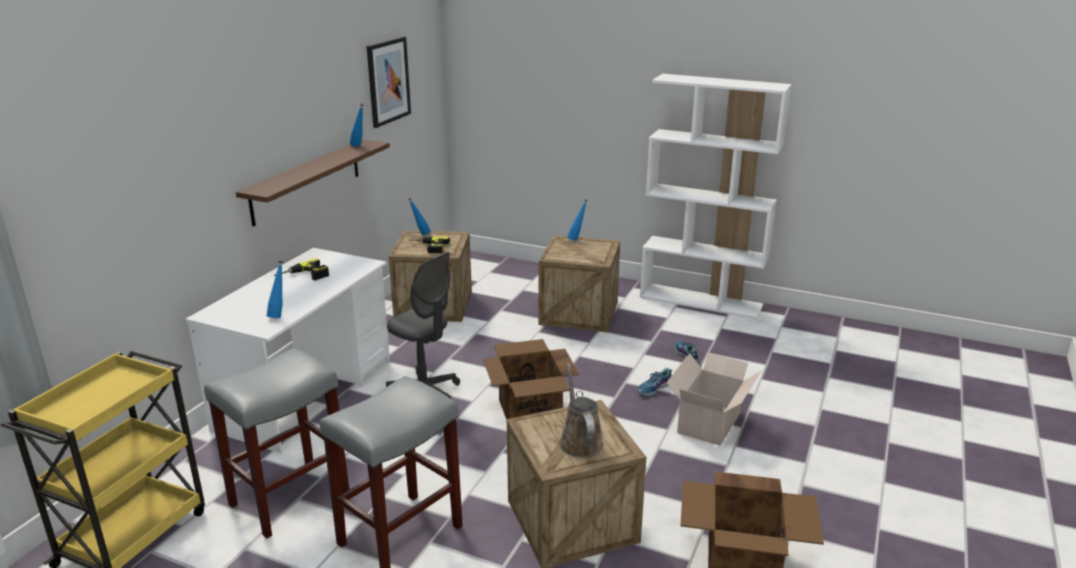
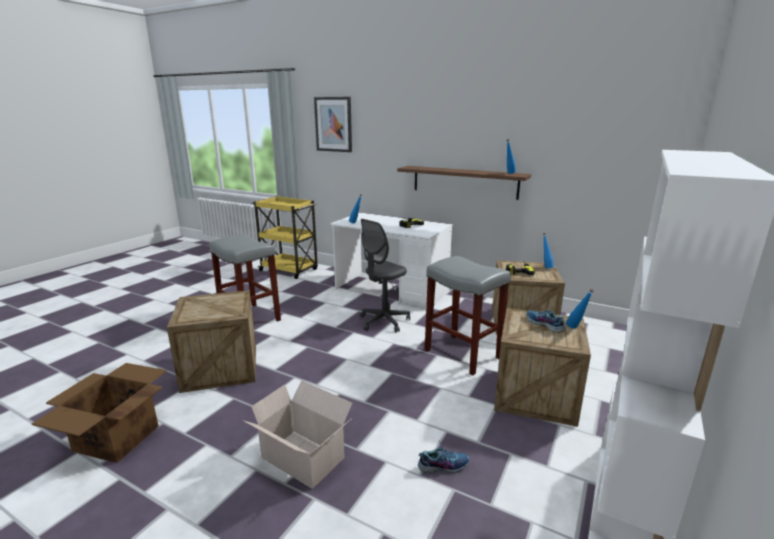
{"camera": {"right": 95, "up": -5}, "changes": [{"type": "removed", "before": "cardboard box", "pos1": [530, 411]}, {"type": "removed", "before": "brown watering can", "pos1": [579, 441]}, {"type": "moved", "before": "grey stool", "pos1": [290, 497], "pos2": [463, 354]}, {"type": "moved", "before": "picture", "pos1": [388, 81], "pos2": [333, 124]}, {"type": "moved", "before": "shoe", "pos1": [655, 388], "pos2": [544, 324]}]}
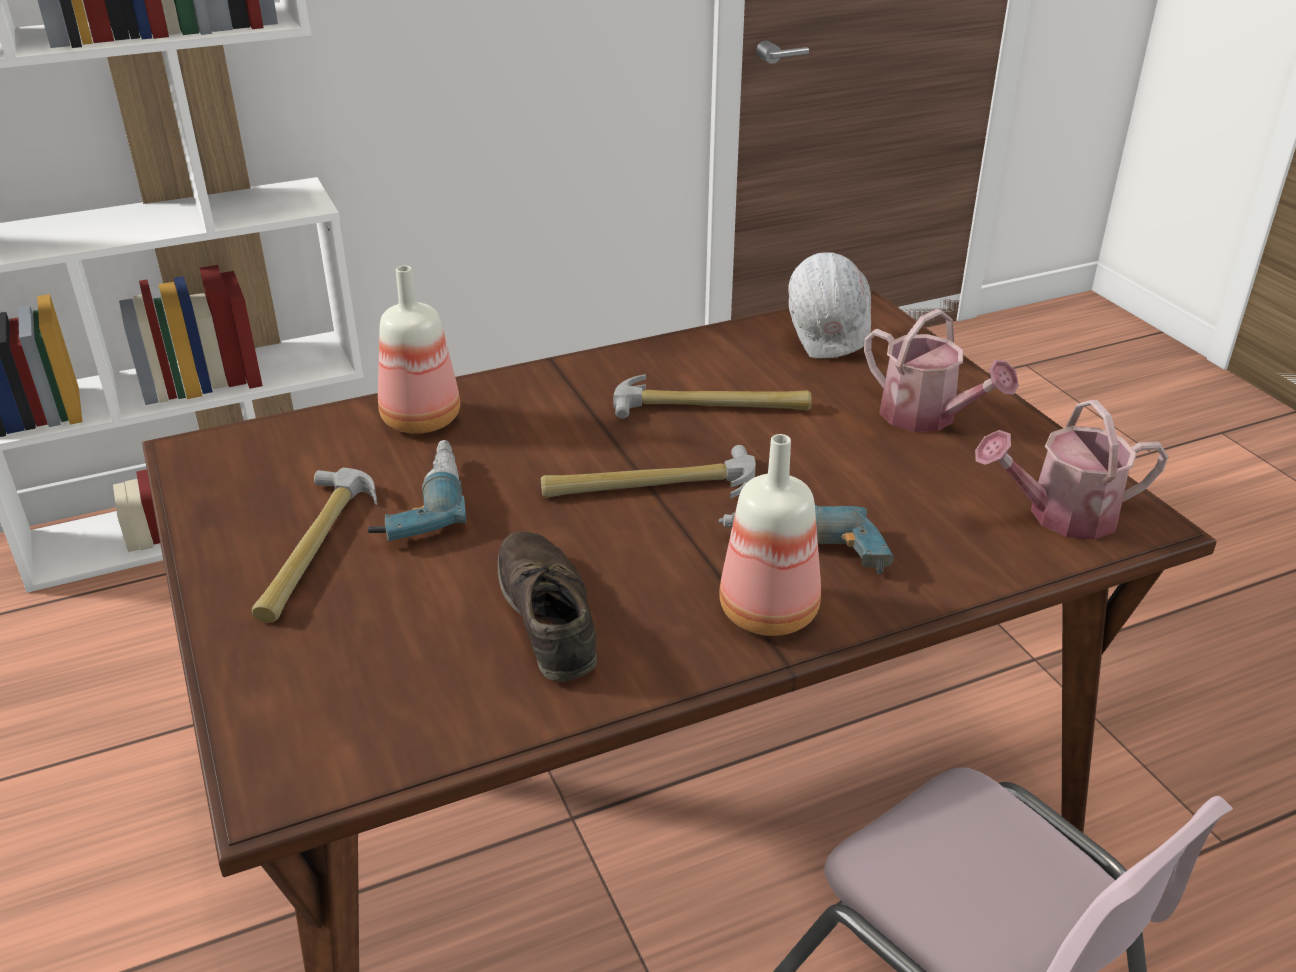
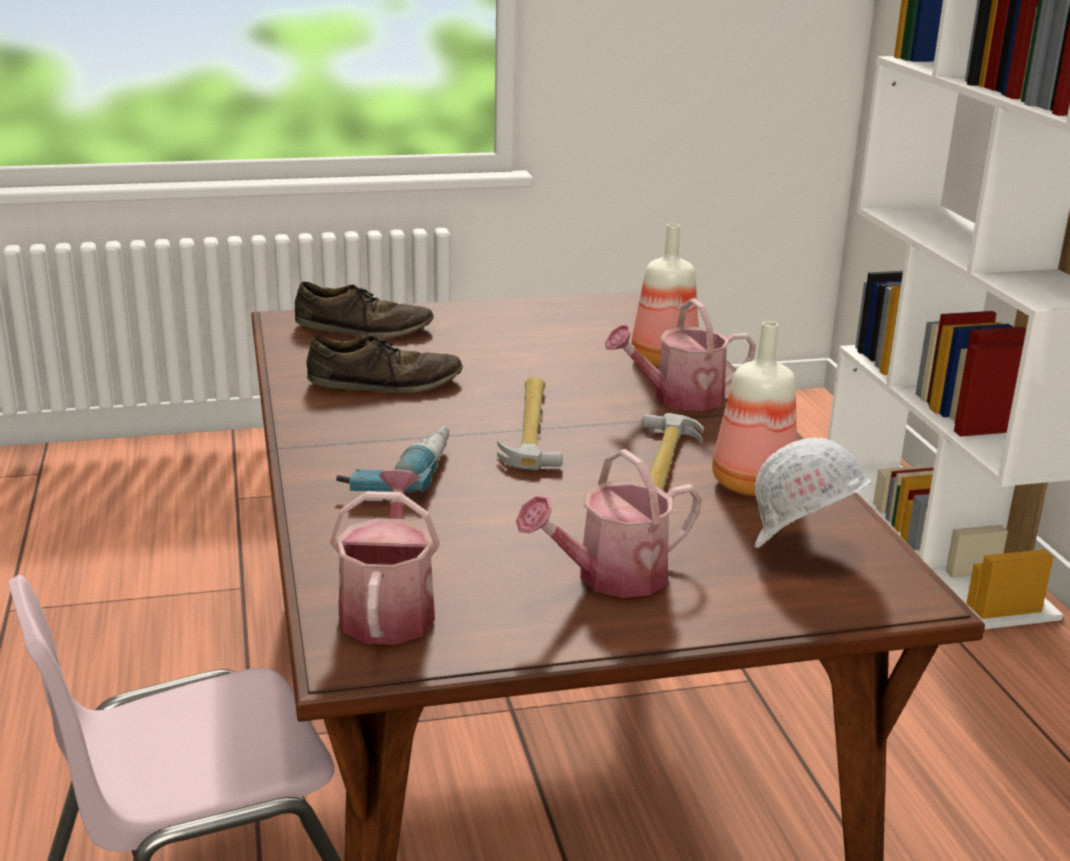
{"camera": {"right": 100, "up": -10}, "changes": [{"type": "removed", "before": "hammer", "pos1": [313, 548]}, {"type": "removed", "before": "power drill", "pos1": [418, 502]}, {"type": "added", "after": "brown shoe", "pos2": [364, 328]}, {"type": "added", "after": "watering can", "pos2": [679, 398]}, {"type": "moved", "before": "bottle", "pos1": [771, 613], "pos2": [750, 485]}]}
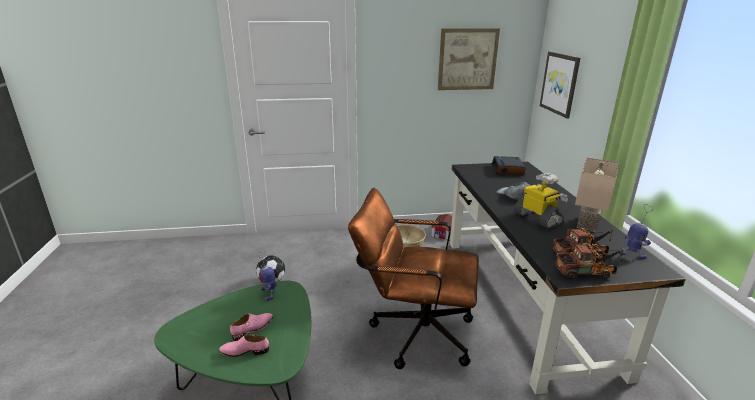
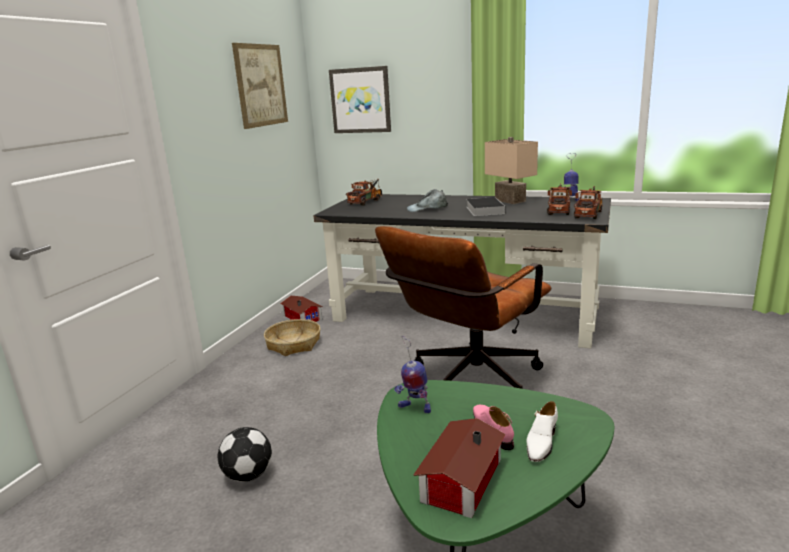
{"camera": {"right": -60, "up": -5}, "changes": [{"type": "added", "after": "toy house", "pos2": [458, 481]}, {"type": "replaced", "before": "alarm clock", "after": "toy truck", "pos1": [507, 170], "pos2": [367, 201]}, {"type": "replaced", "before": "toy robot", "after": "book", "pos1": [538, 218], "pos2": [484, 210]}, {"type": "recoloured", "before": "pink shoe", "after": "white shoe", "pos1": [244, 351], "pos2": [541, 442]}]}
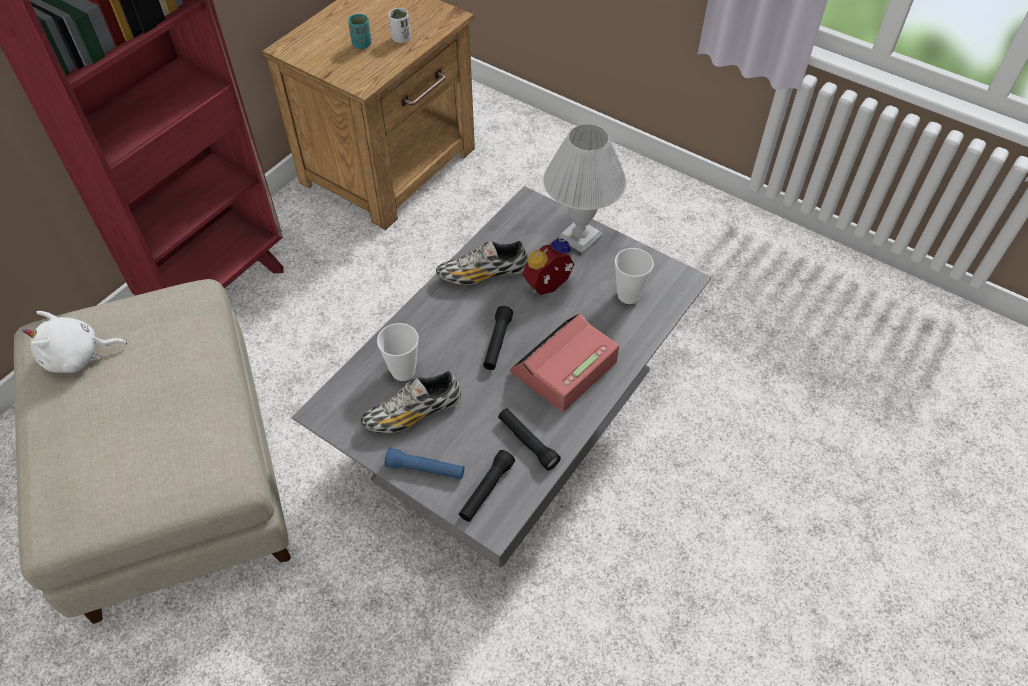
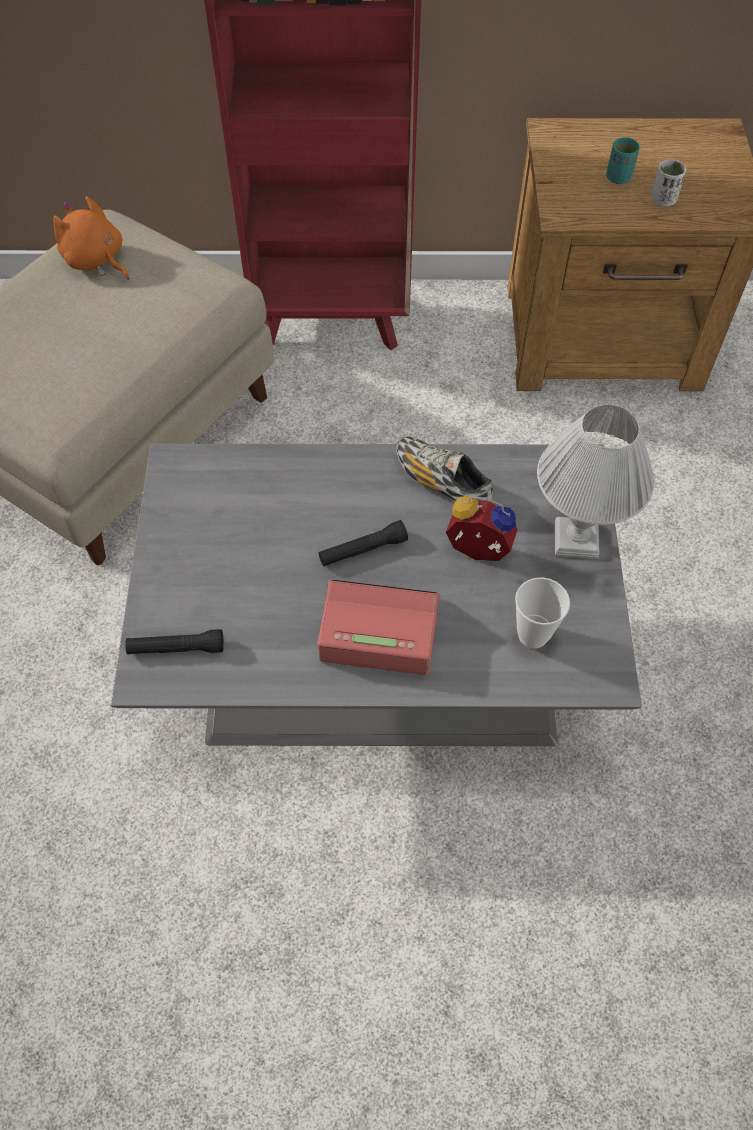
{"camera": {"right": 55, "up": 5}, "changes": [{"type": "removed", "before": "shoe", "pos1": [413, 414]}, {"type": "removed", "before": "cup", "pos1": [403, 371]}, {"type": "removed", "before": "blue flashlight", "pos1": [425, 469]}, {"type": "removed", "before": "black flashlight", "pos1": [527, 442]}, {"type": "recoloured", "before": "white plush toy", "after": "orange plush toy", "pos1": [78, 356], "pos2": [96, 260]}]}
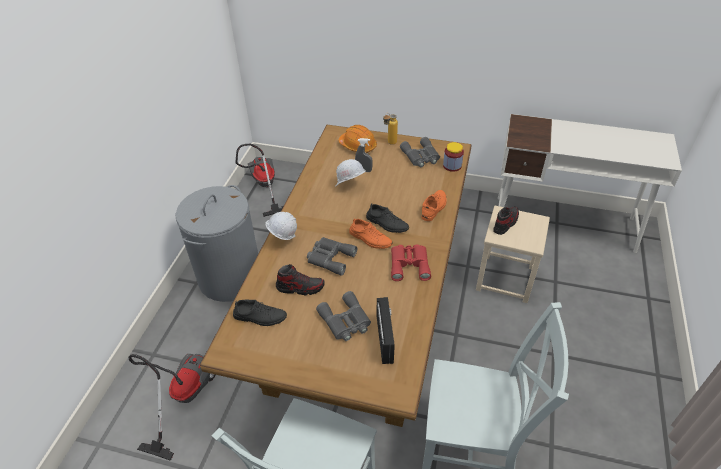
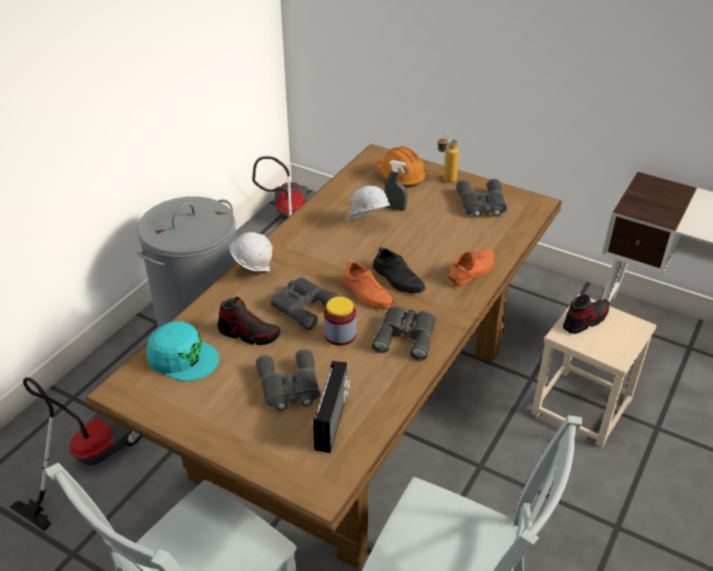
{"camera": {"right": 15, "up": -5}, "changes": [{"type": "moved", "before": "jar", "pos1": [452, 166], "pos2": [340, 335]}, {"type": "replaced", "before": "black shoe", "after": "turquoise cap", "pos1": [260, 317], "pos2": [182, 357]}, {"type": "recoloured", "before": "red binoculars", "after": "grey binoculars", "pos1": [409, 264], "pos2": [406, 335]}]}
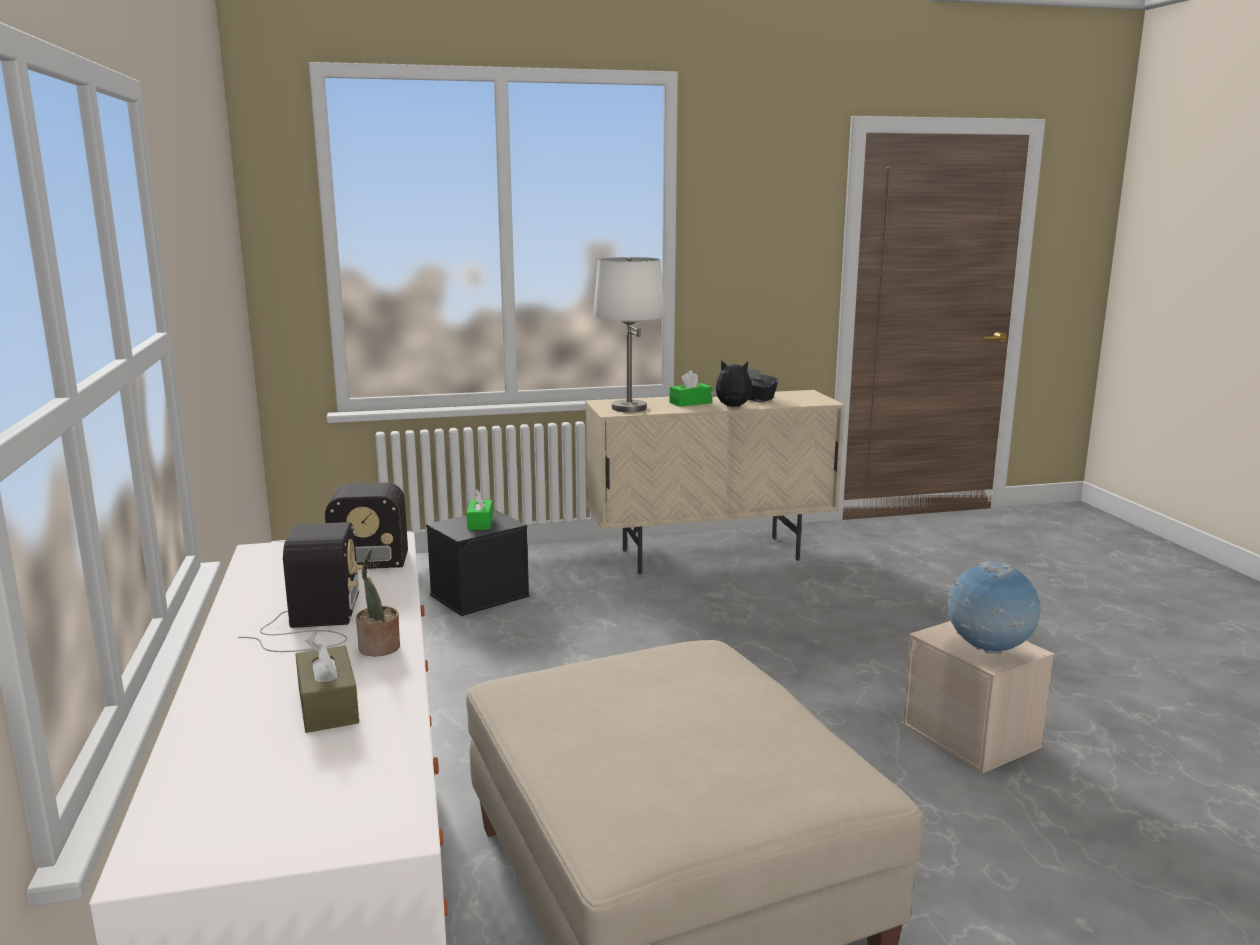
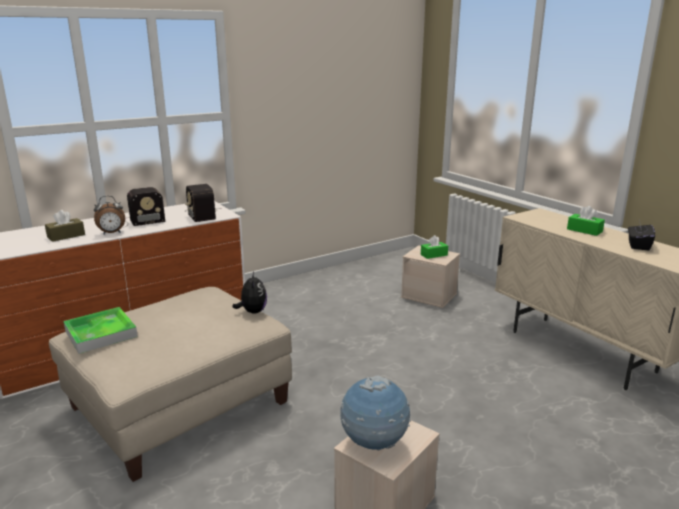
{"camera": {"right": 70, "up": 5}, "changes": [{"type": "removed", "before": "white table lamp", "pos1": [628, 408]}, {"type": "added", "after": "tray", "pos2": [101, 333]}, {"type": "moved", "before": "plush toy", "pos1": [732, 407], "pos2": [252, 312]}, {"type": "replaced", "before": "potted plant", "after": "alarm clock", "pos1": [379, 649], "pos2": [112, 233]}, {"type": "recoloured", "before": "black storage box", "after": "beige storage box", "pos1": [480, 595], "pos2": [429, 295]}]}
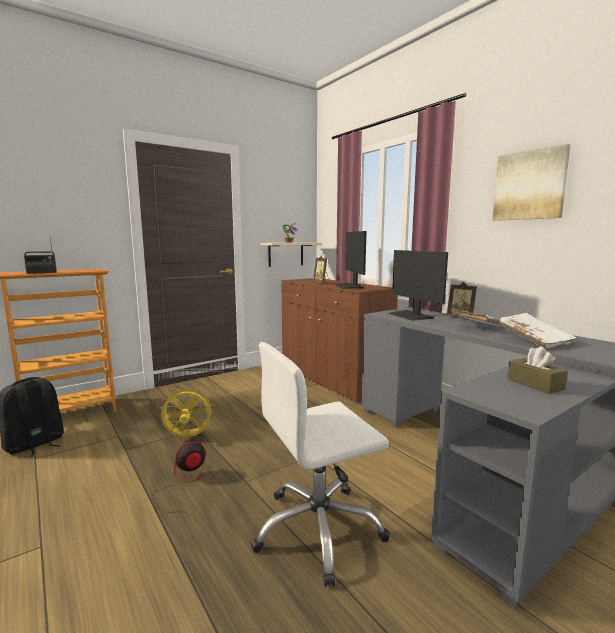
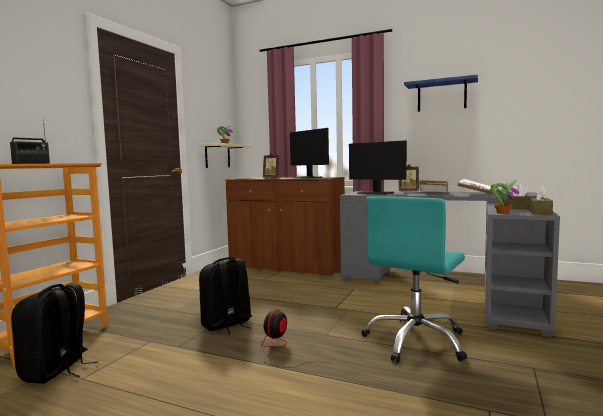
{"camera": {"right": -30, "up": -5}, "changes": [{"type": "added", "after": "potted plant", "pos2": [502, 213]}, {"type": "added", "after": "brown tissue box", "pos2": [540, 212]}, {"type": "replaced", "before": "yellow fan", "after": "black backpack", "pos1": [188, 437], "pos2": [226, 325]}, {"type": "replaced", "before": "picture", "after": "blue shelf", "pos1": [530, 185], "pos2": [441, 96]}, {"type": "recoloured", "before": "white office chair", "after": "turquoise office chair", "pos1": [318, 529], "pos2": [416, 341]}]}
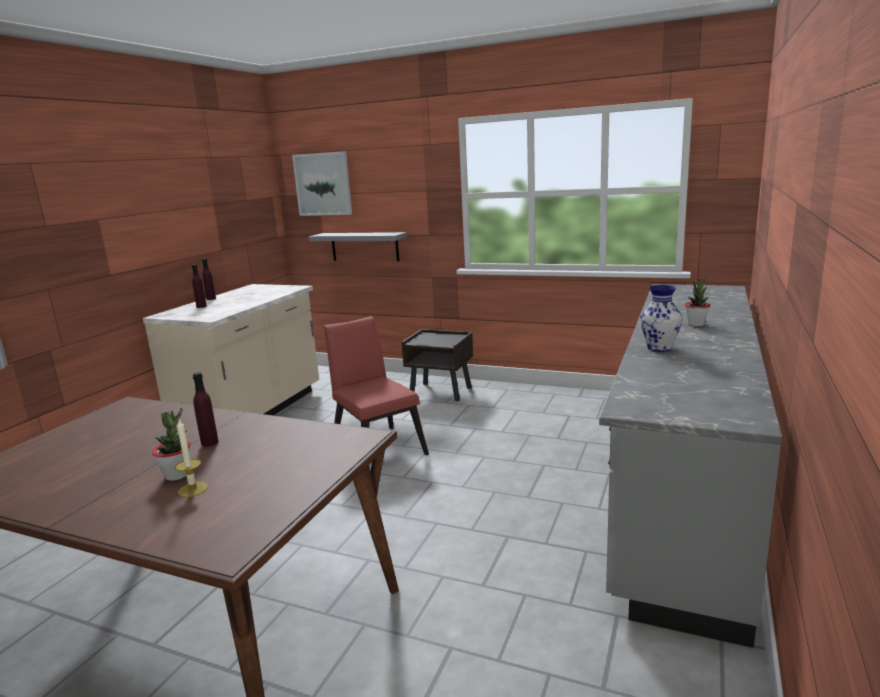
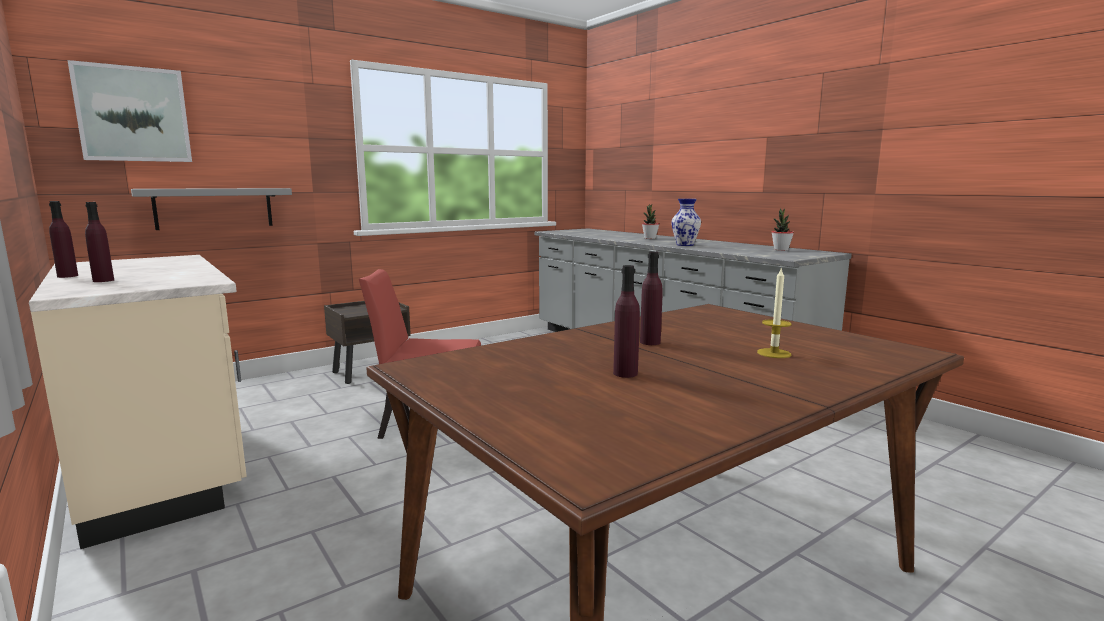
{"camera": {"right": -60, "up": -5}, "changes": [{"type": "added", "after": "purple bottle", "pos2": [625, 373]}, {"type": "moved", "before": "potted plant", "pos1": [177, 475], "pos2": [781, 249]}]}
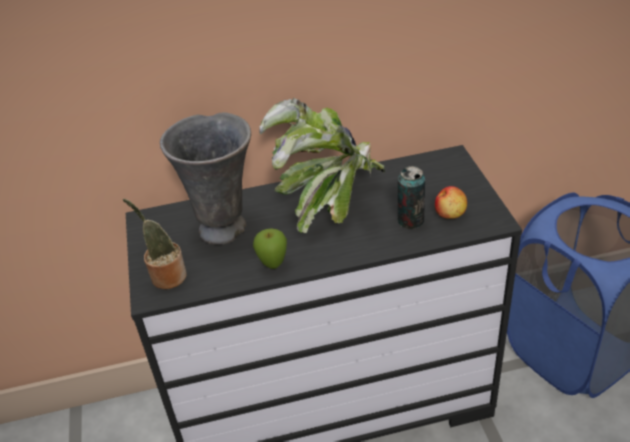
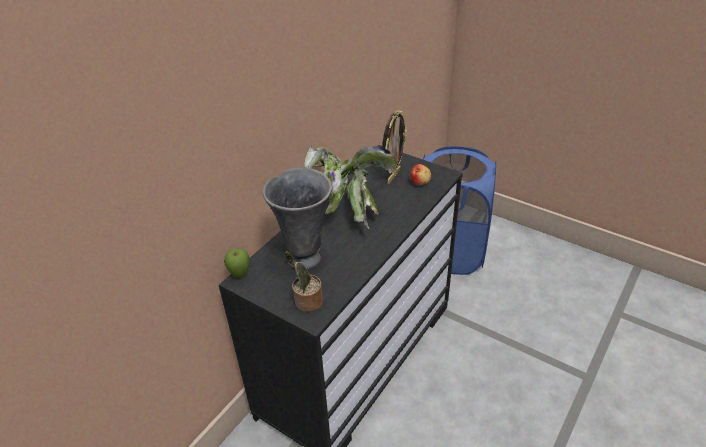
{"camera": {"right": -45, "up": 0}, "changes": [{"type": "removed", "before": "can", "pos1": [410, 220]}, {"type": "added", "after": "picture frame", "pos2": [393, 176]}, {"type": "moved", "before": "apple", "pos1": [273, 265], "pos2": [240, 275]}]}
